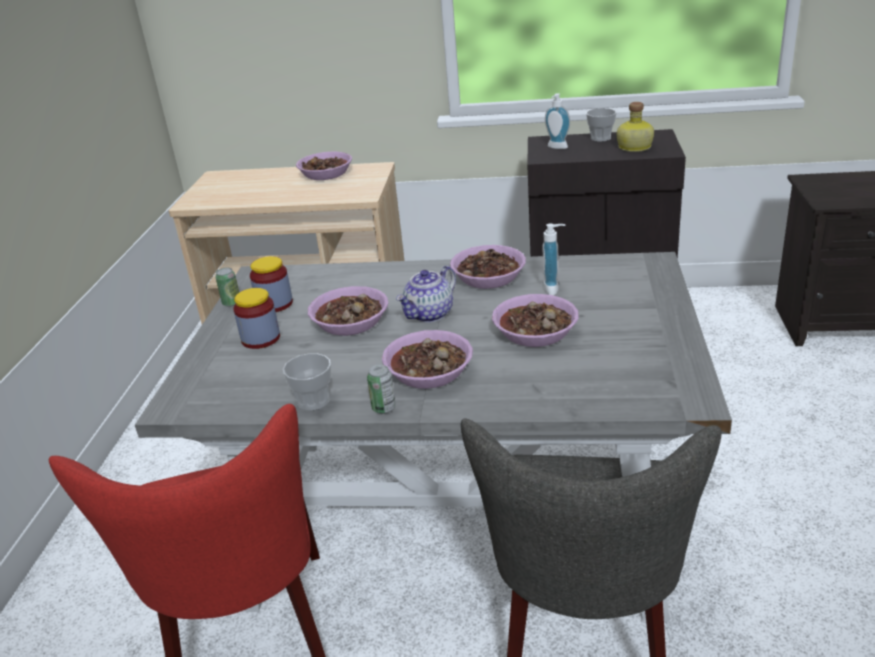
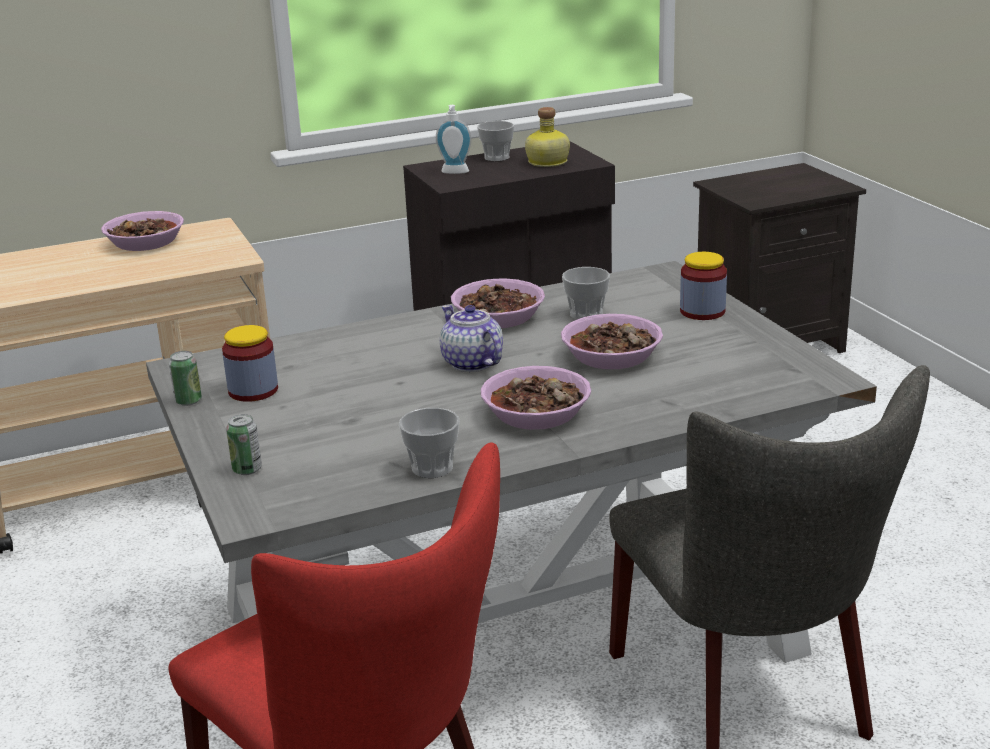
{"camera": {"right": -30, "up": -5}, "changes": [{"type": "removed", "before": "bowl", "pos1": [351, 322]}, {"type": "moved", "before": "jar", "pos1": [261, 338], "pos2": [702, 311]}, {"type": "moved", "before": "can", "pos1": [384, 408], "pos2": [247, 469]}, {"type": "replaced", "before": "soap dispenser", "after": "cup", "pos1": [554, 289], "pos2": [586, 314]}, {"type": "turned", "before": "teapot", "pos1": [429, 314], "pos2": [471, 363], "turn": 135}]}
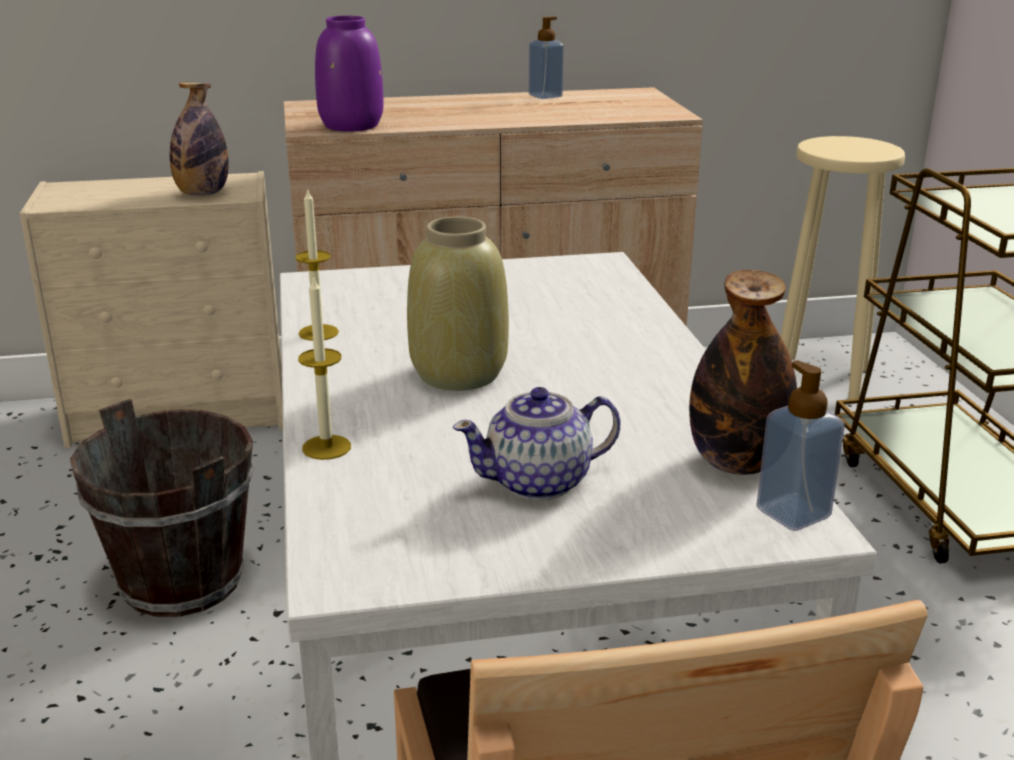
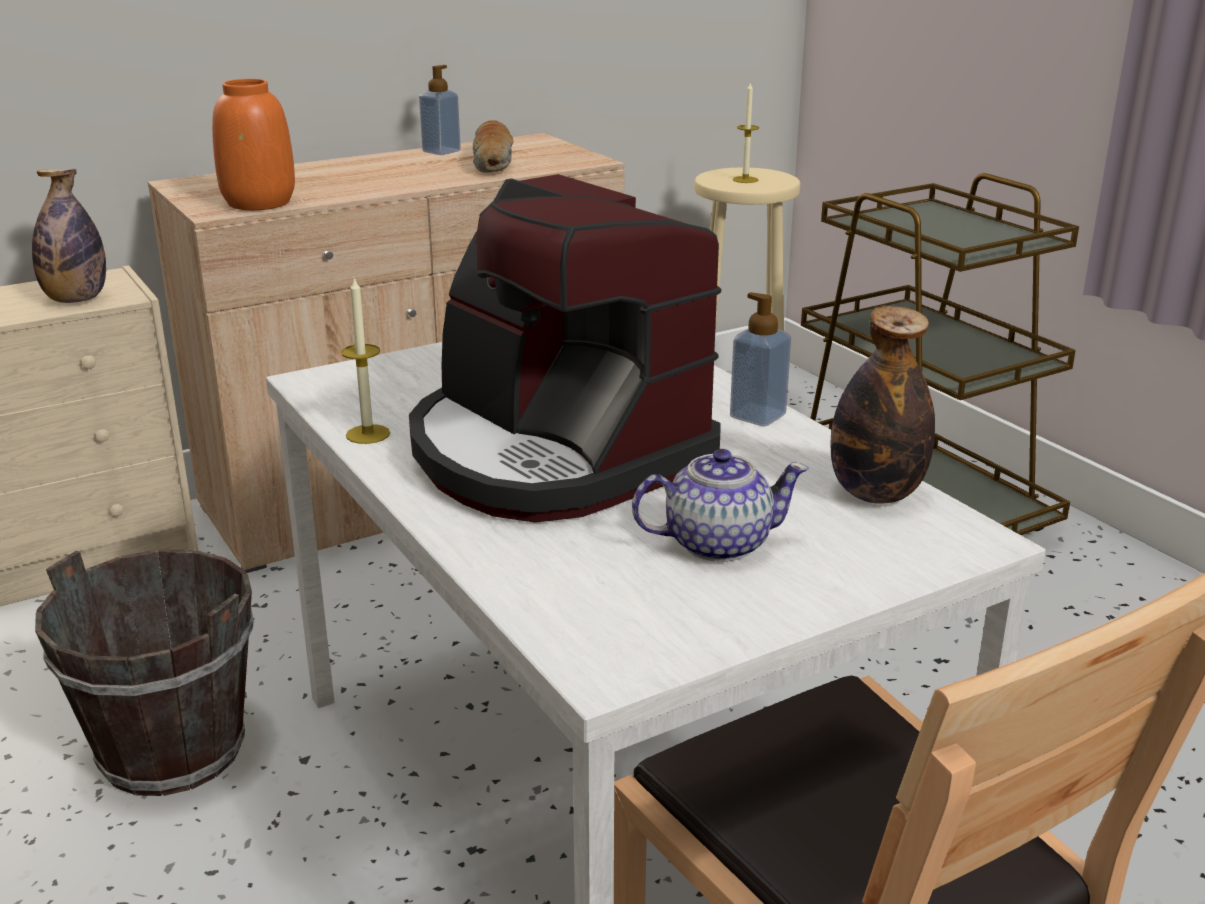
{"camera": {"right": -20, "up": 0}, "changes": [{"type": "added", "after": "bread", "pos2": [494, 162]}, {"type": "moved", "before": "candle", "pos1": [326, 447], "pos2": [745, 180]}, {"type": "moved", "before": "soap dispenser", "pos1": [793, 513], "pos2": [757, 416]}, {"type": "replaced", "before": "beige vase", "after": "coffee machine", "pos1": [460, 374], "pos2": [553, 454]}, {"type": "recoloured", "before": "purple vase", "after": "orange vase", "pos1": [352, 126], "pos2": [260, 203]}, {"type": "turned", "before": "teapot", "pos1": [539, 482], "pos2": [716, 543], "turn": -150}]}
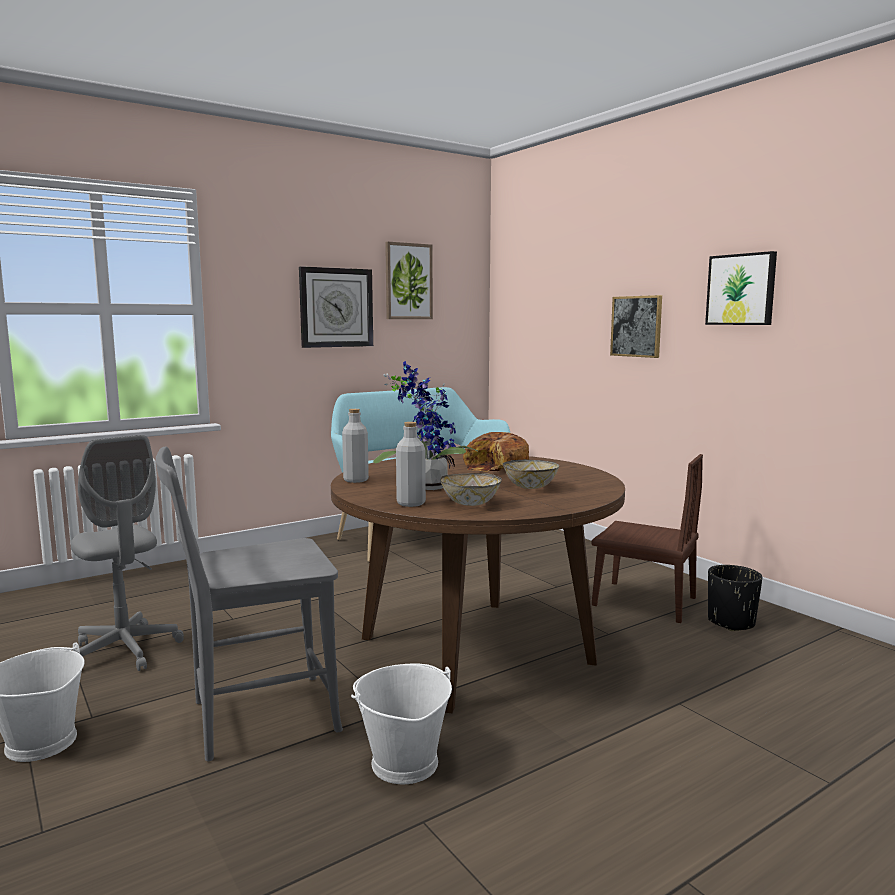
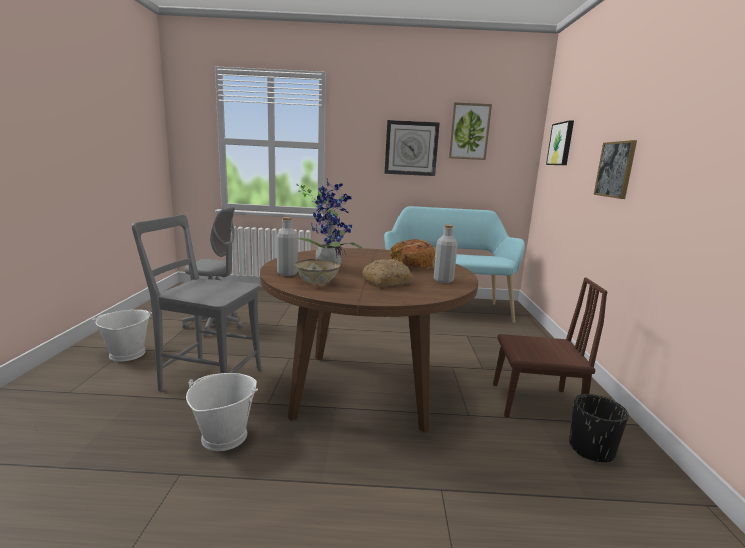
{"camera": {"right": 35, "up": 5}, "changes": [{"type": "moved", "before": "grey bottle", "pos1": [356, 480], "pos2": [443, 280]}, {"type": "moved", "before": "picture", "pos1": [741, 289], "pos2": [561, 144]}, {"type": "replaced", "before": "bowl", "after": "bread", "pos1": [530, 487], "pos2": [387, 281]}, {"type": "turned", "before": "grey office chair", "pos1": [125, 650], "pos2": [214, 325], "turn": -75}, {"type": "turned", "before": "brown chair", "pos1": [644, 601], "pos2": [535, 403], "turn": -60}]}
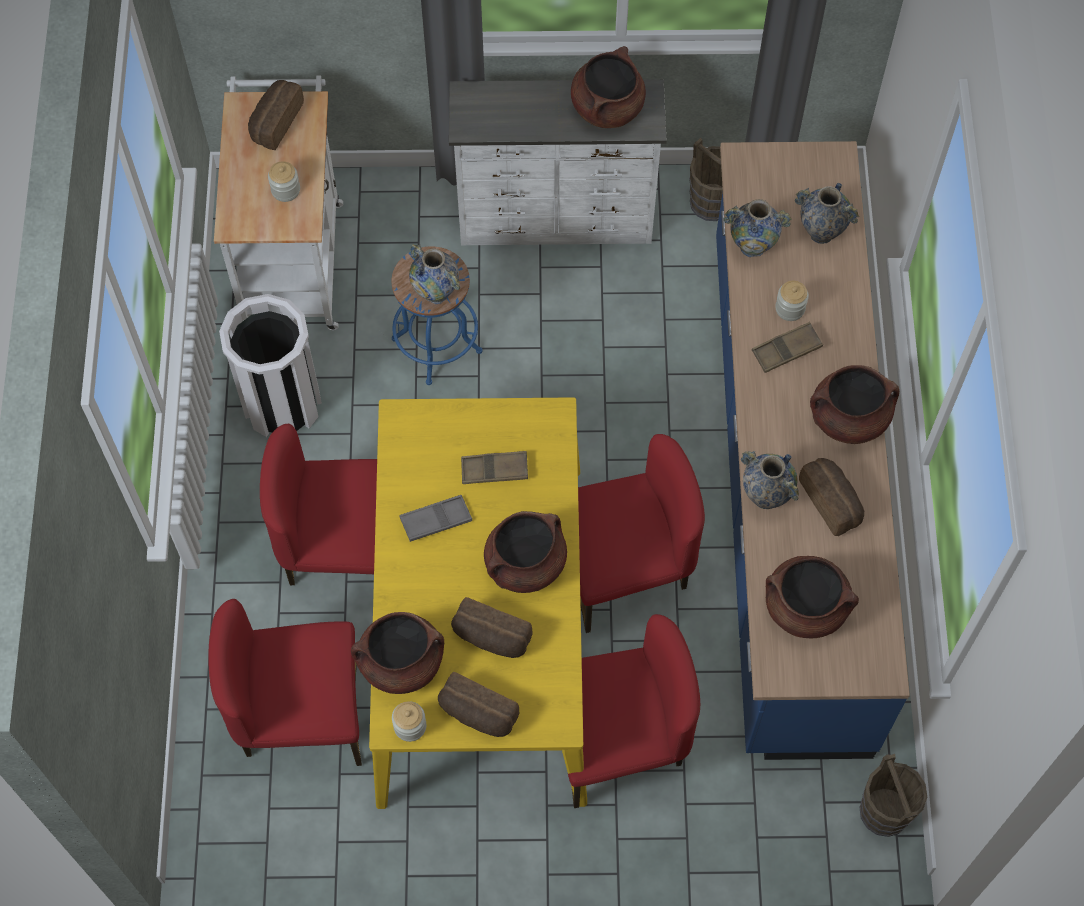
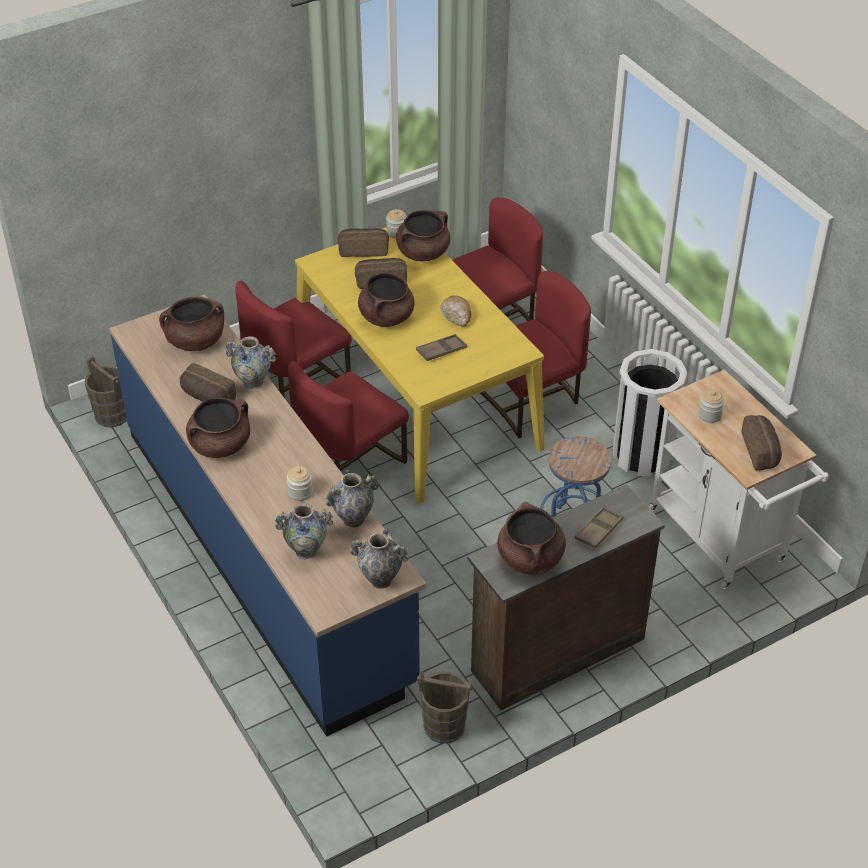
{"camera": {"right": 150, "up": -20}, "changes": [{"type": "moved", "before": "vase", "pos1": [436, 293], "pos2": [380, 580]}, {"type": "moved", "before": "brown tray", "pos1": [786, 350], "pos2": [598, 530]}, {"type": "replaced", "before": "grey tray", "after": "bread", "pos1": [436, 520], "pos2": [456, 315]}, {"type": "recoloured", "before": "white dresser", "after": "brown dresser", "pos1": [557, 221], "pos2": [555, 653]}]}
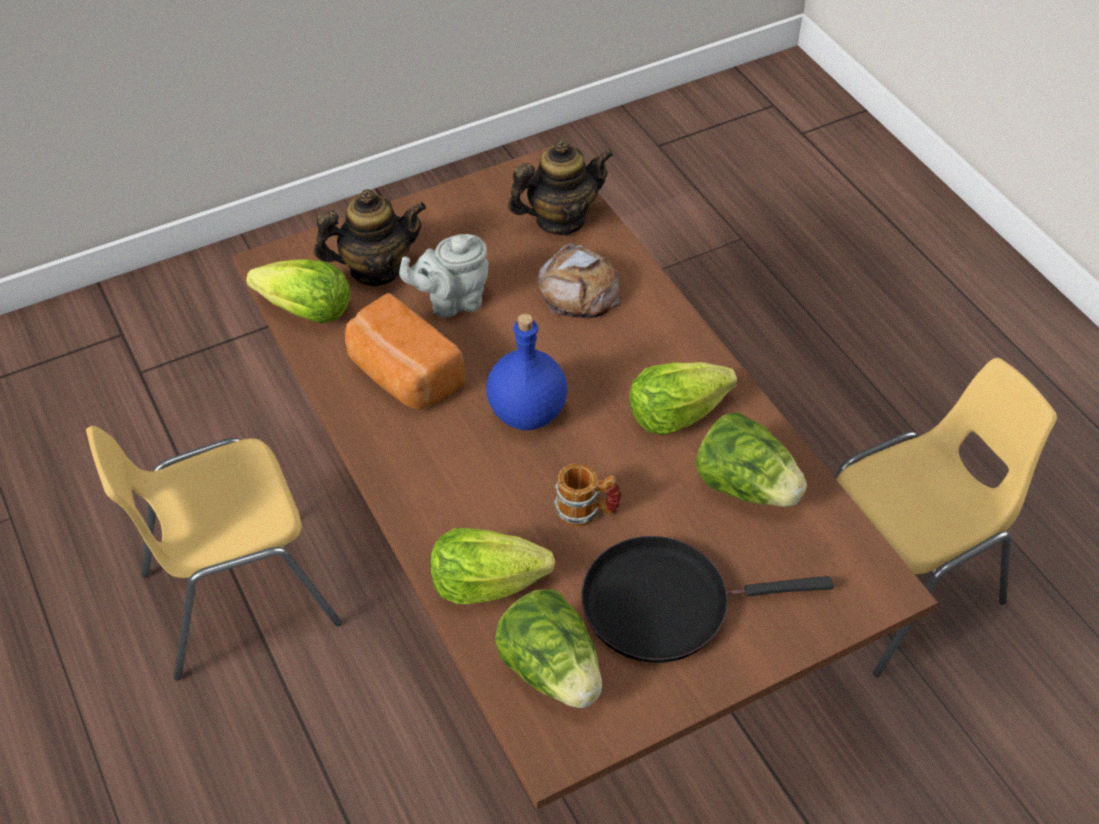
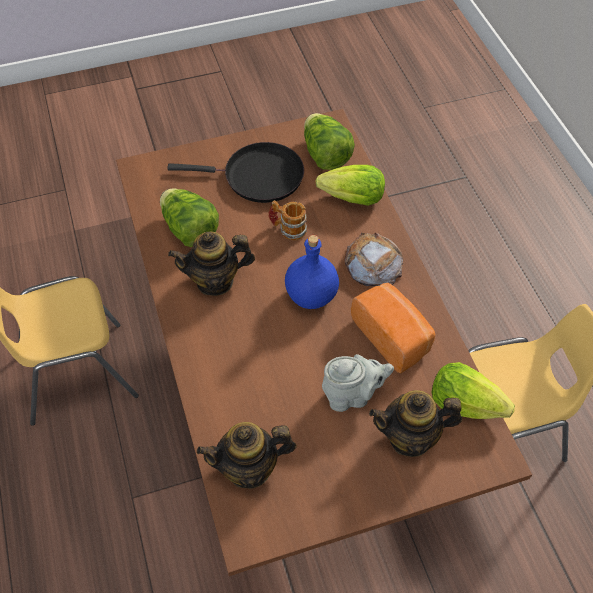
{"camera": {"right": -170, "up": 5}, "changes": [{"type": "moved", "before": "bread", "pos1": [579, 290], "pos2": [372, 264]}, {"type": "replaced", "before": "lettuce", "after": "teapot", "pos1": [675, 414], "pos2": [215, 281]}]}
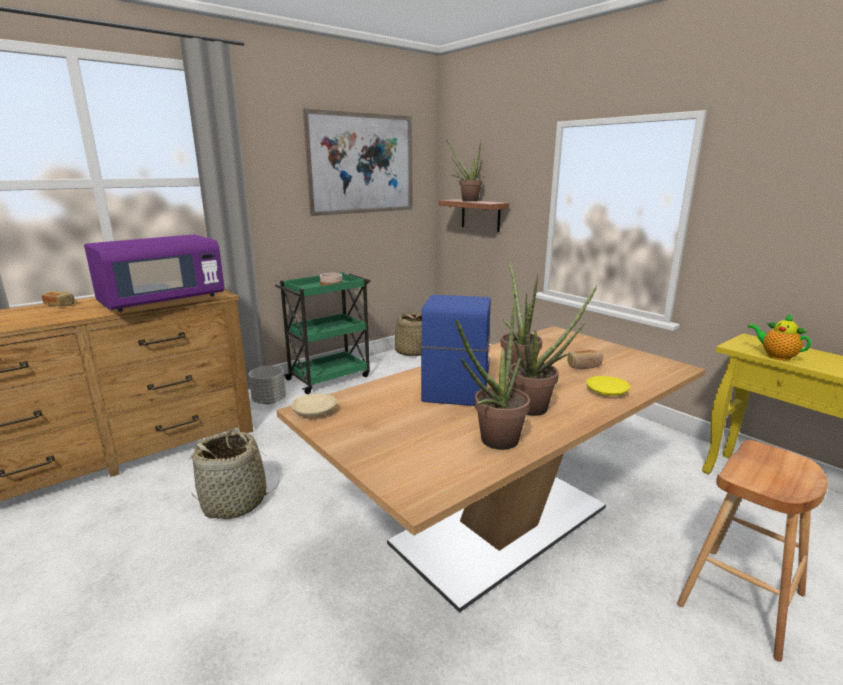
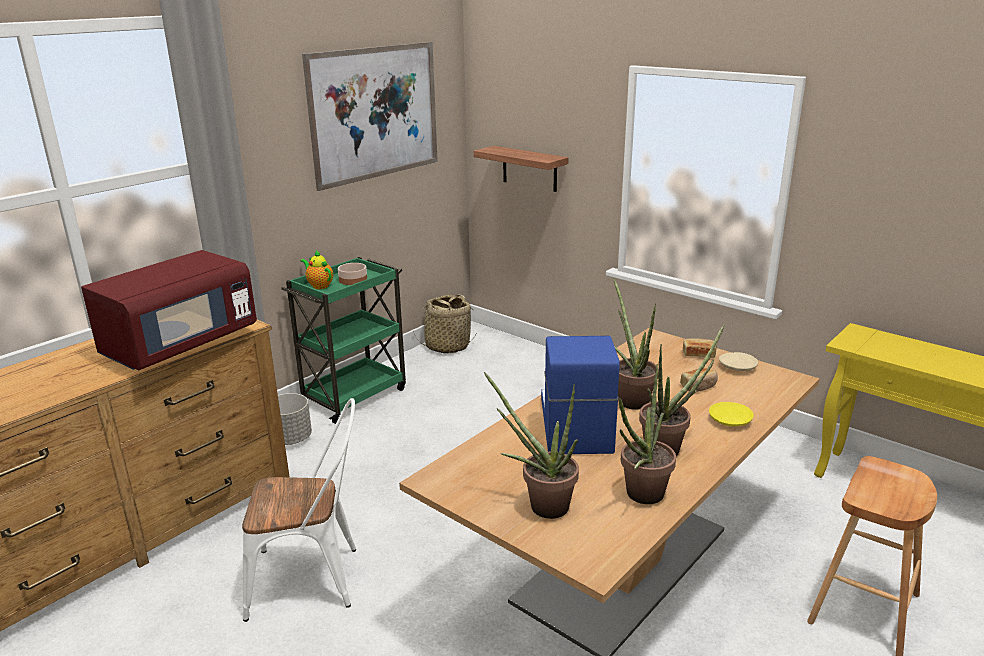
{"camera": {"right": -10, "up": 5}, "changes": [{"type": "moved", "before": "bread", "pos1": [60, 304], "pos2": [699, 354]}, {"type": "moved", "before": "beige plate", "pos1": [315, 411], "pos2": [737, 367]}, {"type": "moved", "before": "potted plant", "pos1": [466, 200], "pos2": [541, 505]}, {"type": "moved", "before": "teapot", "pos1": [776, 356], "pos2": [319, 285]}, {"type": "replaced", "before": "basket", "after": "white chair", "pos1": [235, 502], "pos2": [314, 579]}, {"type": "recoloured", "before": "purple microwave", "after": "red microwave", "pos1": [163, 301], "pos2": [180, 344]}]}
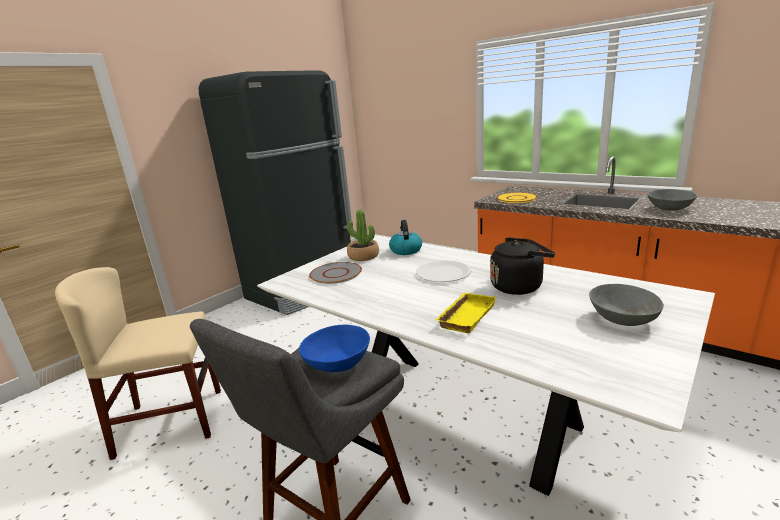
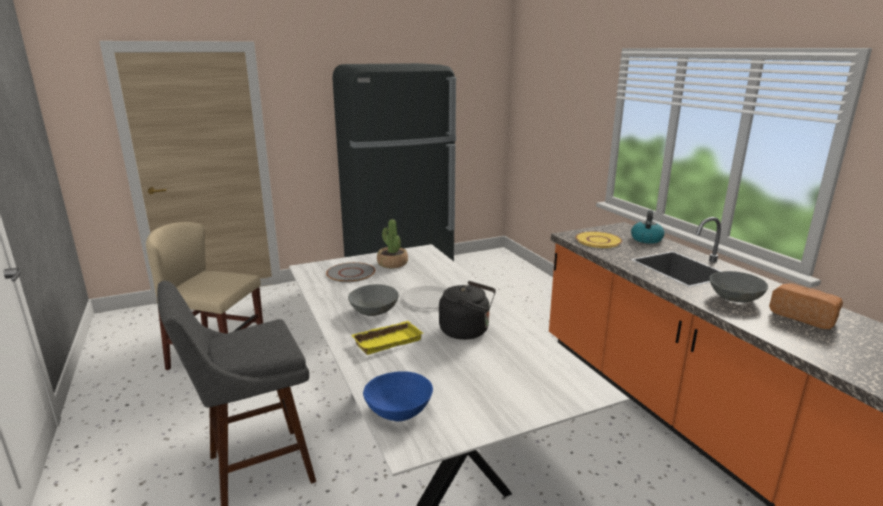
{"camera": {"right": 25, "up": 0}, "changes": [{"type": "added", "after": "bread", "pos2": [804, 317]}, {"type": "moved", "before": "blue bowl", "pos1": [338, 362], "pos2": [399, 410]}, {"type": "moved", "before": "kettle", "pos1": [405, 250], "pos2": [646, 239]}, {"type": "moved", "before": "grey bowl", "pos1": [621, 319], "pos2": [373, 311]}]}
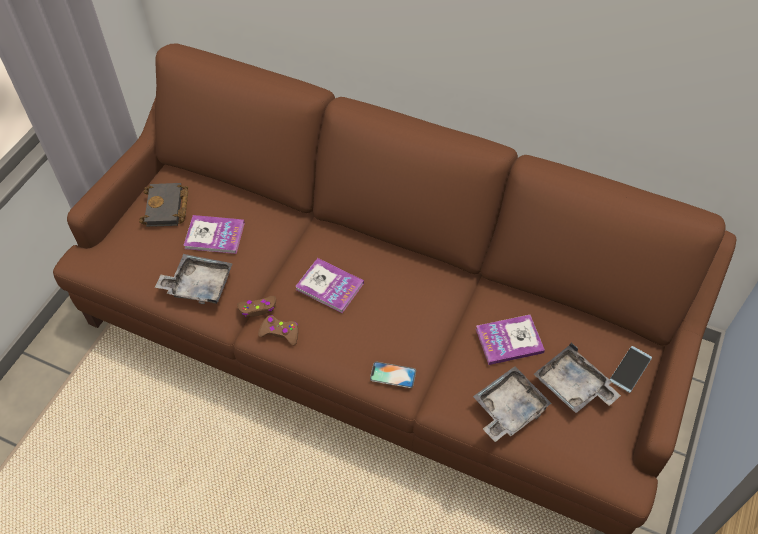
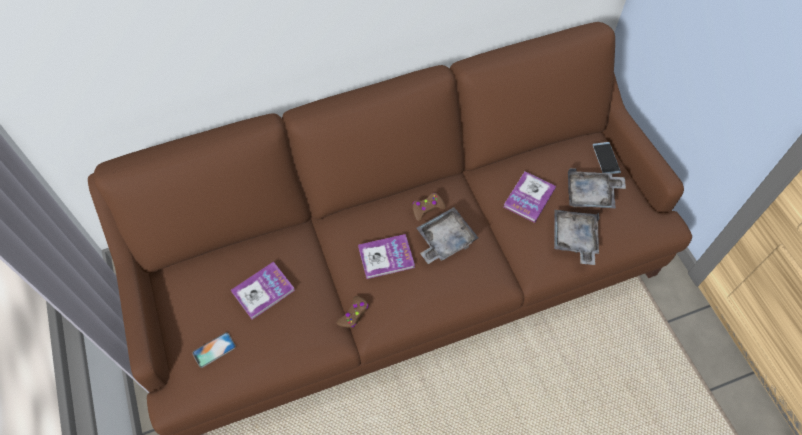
{"camera": {"right": -45, "up": 5}, "changes": [{"type": "removed", "before": "black book", "pos1": [167, 209]}, {"type": "moved", "before": "grey tray", "pos1": [198, 285], "pos2": [444, 240]}, {"type": "moved", "before": "brown game controller", "pos1": [280, 332], "pos2": [427, 208]}, {"type": "moved", "before": "phone", "pos1": [393, 375], "pos2": [214, 350]}]}
